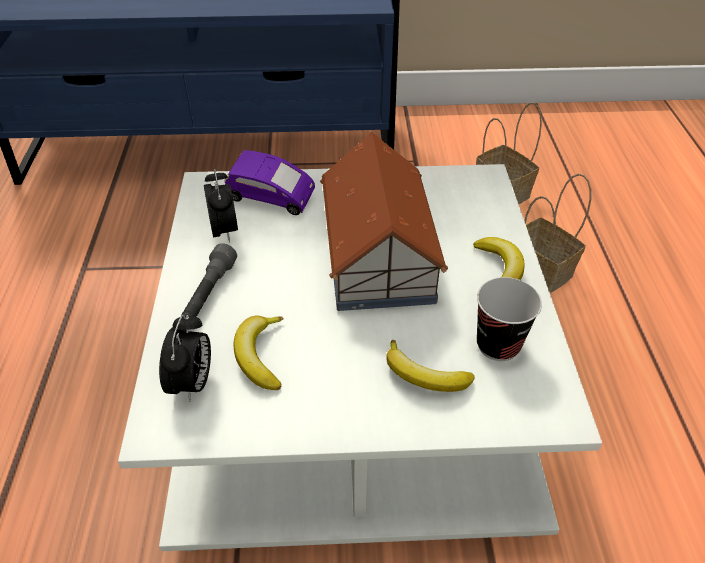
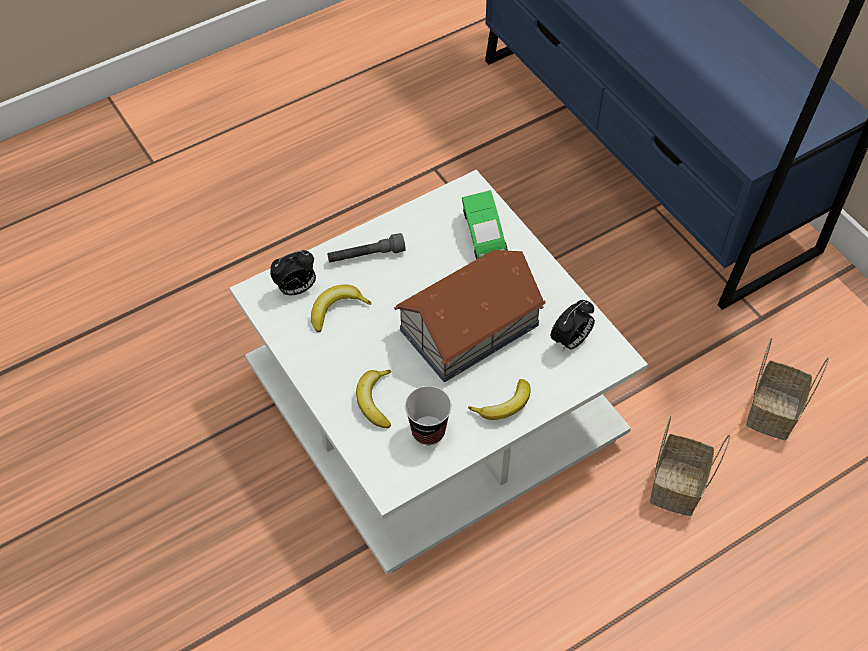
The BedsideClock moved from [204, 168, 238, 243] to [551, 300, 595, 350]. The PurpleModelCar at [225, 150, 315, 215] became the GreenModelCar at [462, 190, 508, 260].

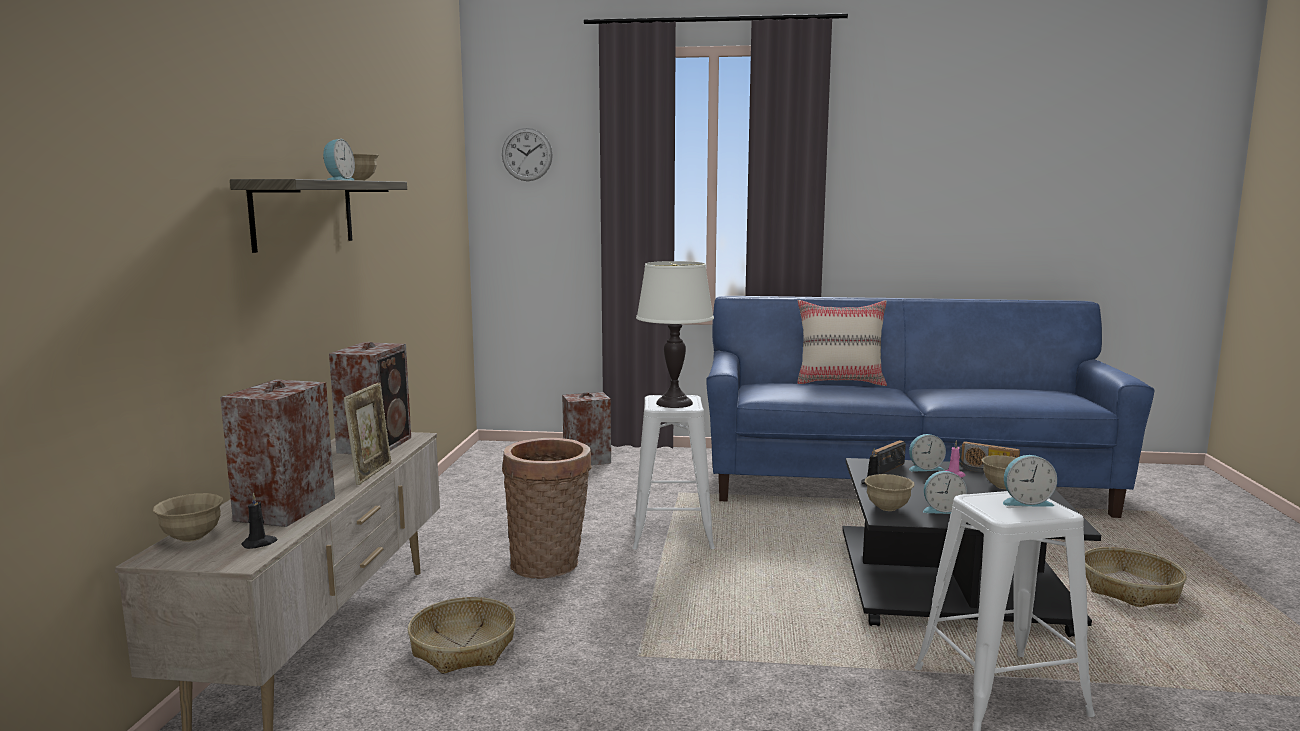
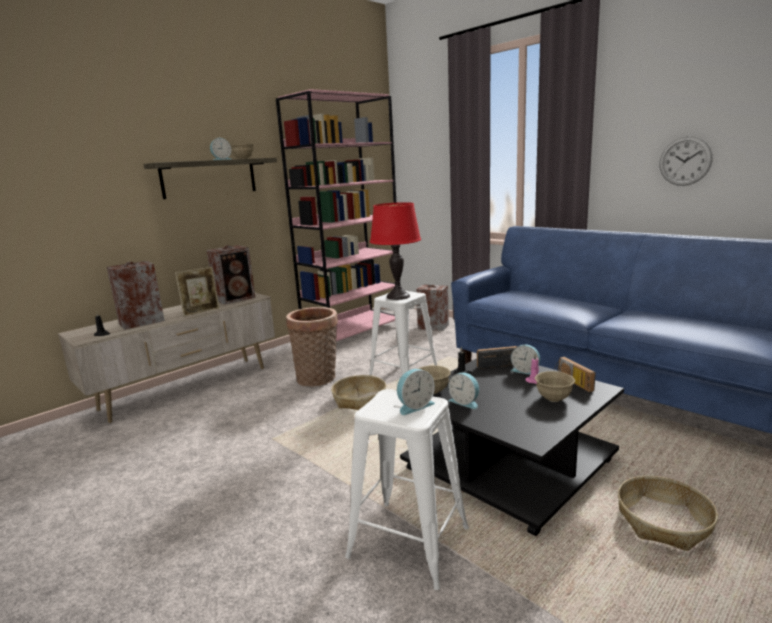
The BeigeBowl at [152, 493, 223, 542] disappeared. The StorageBasket moved from [408, 597, 516, 674] to [331, 375, 386, 410]. The ClockOnTheWall moved from [502, 128, 553, 181] to [659, 136, 713, 186]. The WhiteColouredTableLamp at [636, 261, 714, 408] became the ReddishTableLamp at [370, 202, 421, 300]. The BeigeThrowPillow at [797, 300, 887, 386] disappeared. The BedsideClock at [1003, 455, 1057, 506] turned 75 degrees counterclockwise. The PinkBookshelf at [276, 89, 396, 341] appeared.

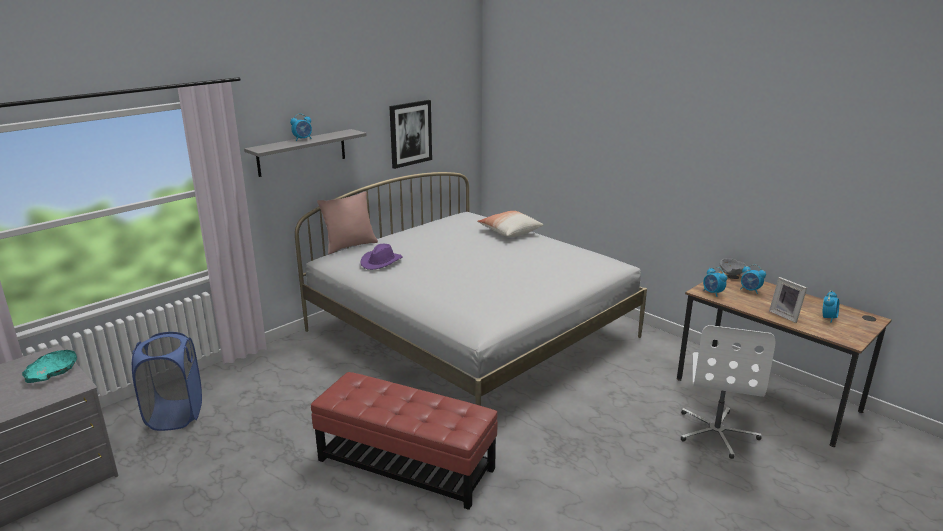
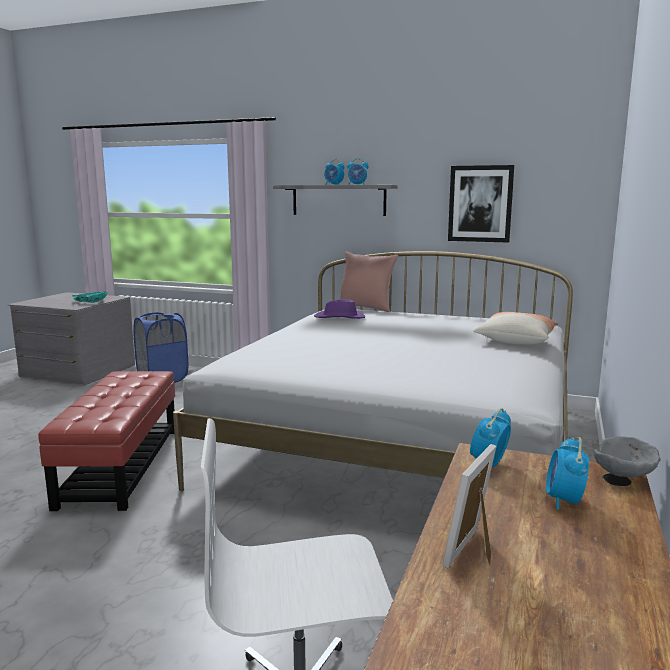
The BedsideClock moved from [823, 290, 839, 323] to [347, 158, 368, 185].

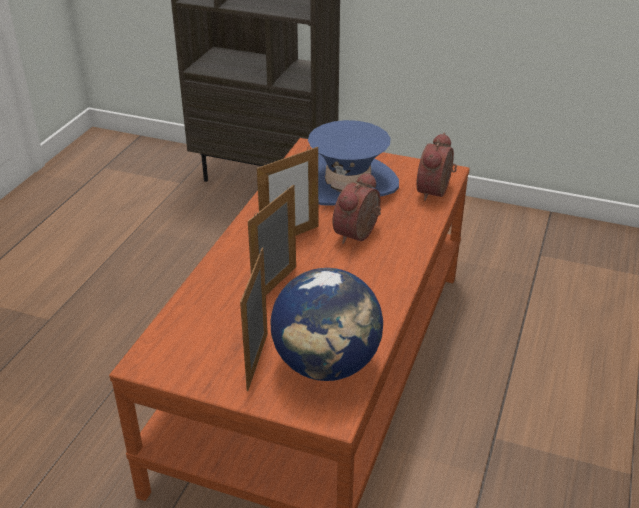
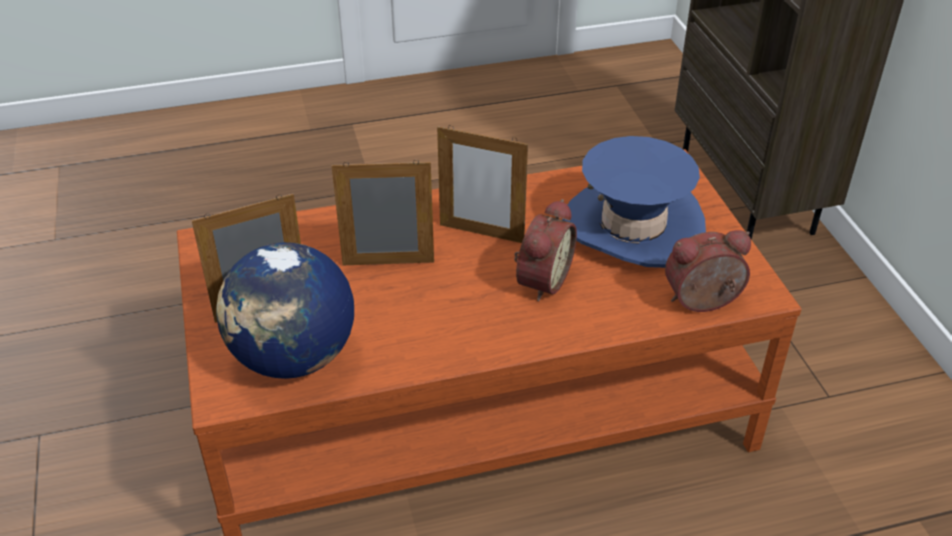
The BedsideClock at [333, 172, 381, 244] turned 120 degrees clockwise.

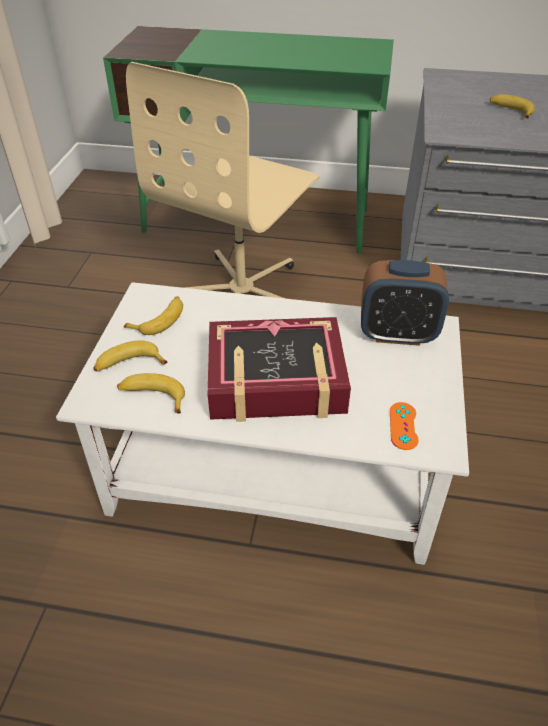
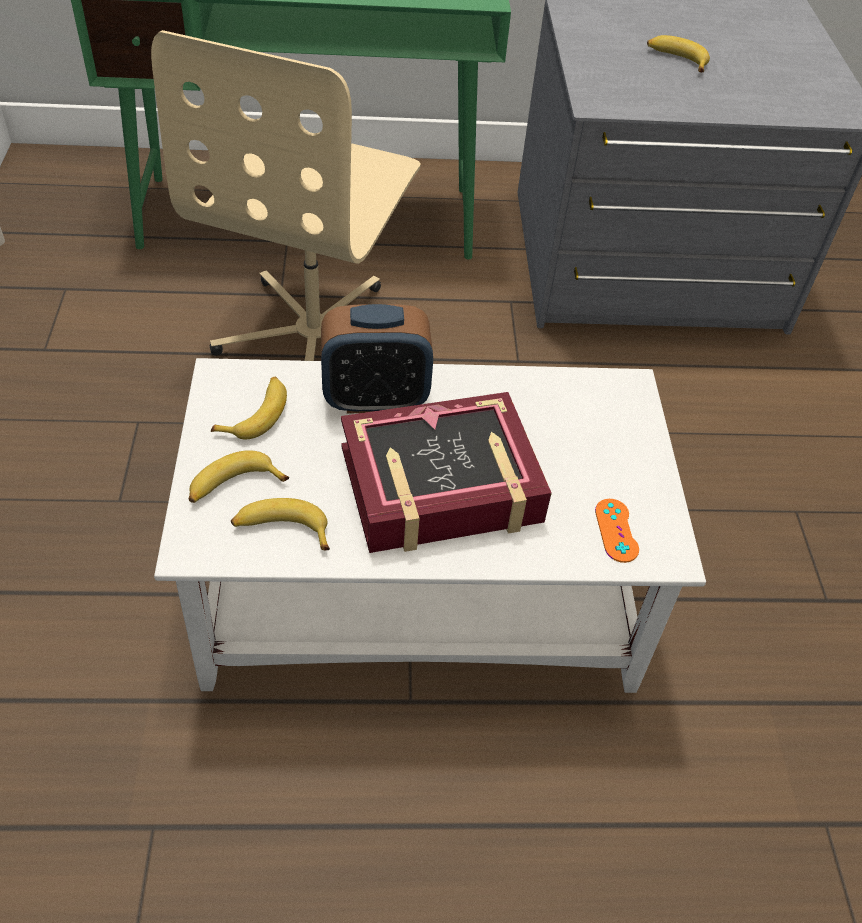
The BedsideClock moved from [361, 260, 449, 346] to [321, 304, 433, 413].

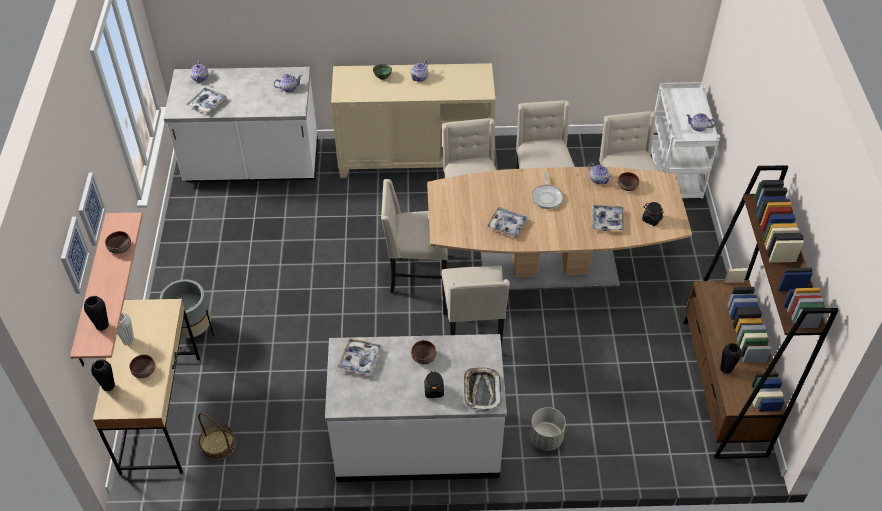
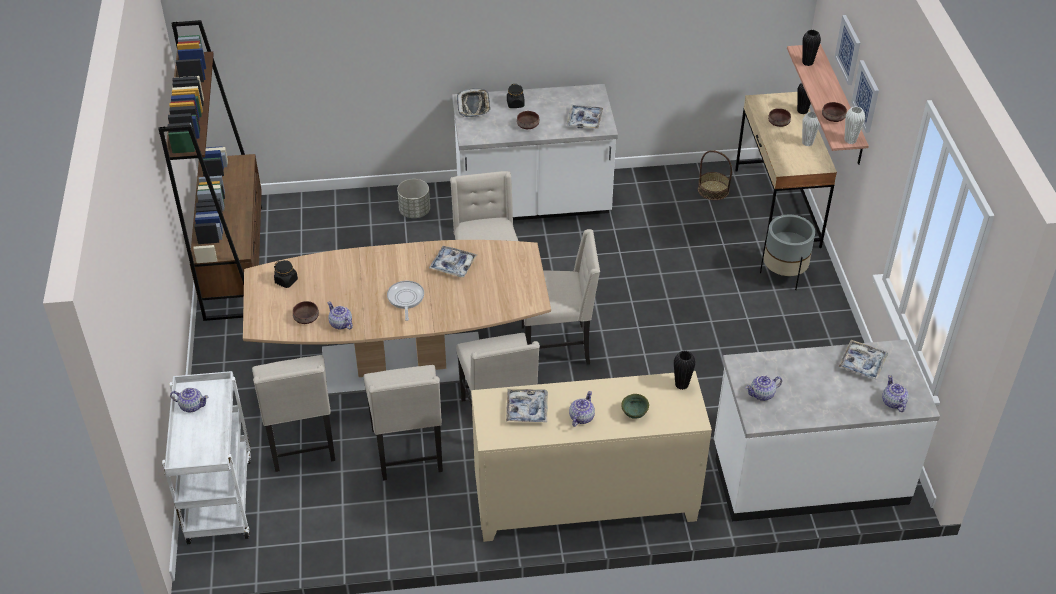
The ServingTray moved from [592, 205, 624, 231] to [506, 389, 548, 422]. The BlackishFlowerVase moved from [720, 343, 742, 374] to [674, 351, 695, 390]. The WhiteColouredFlowerVase at [845, 106, 865, 144] appeared.

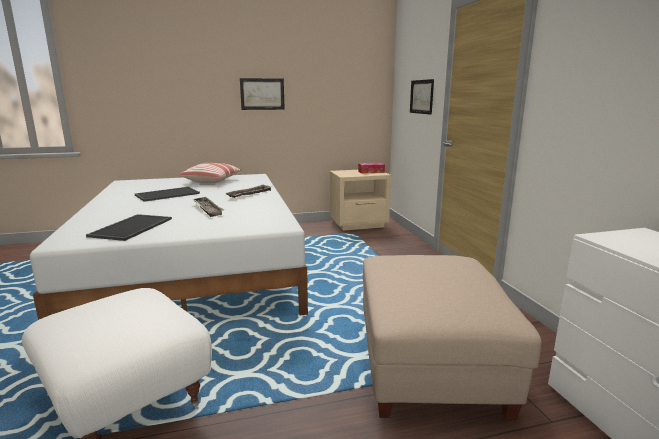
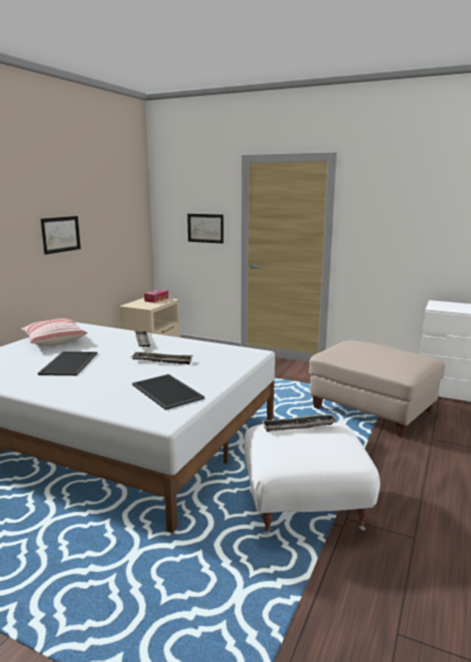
The ServingTray at [262, 414, 338, 432] appeared.

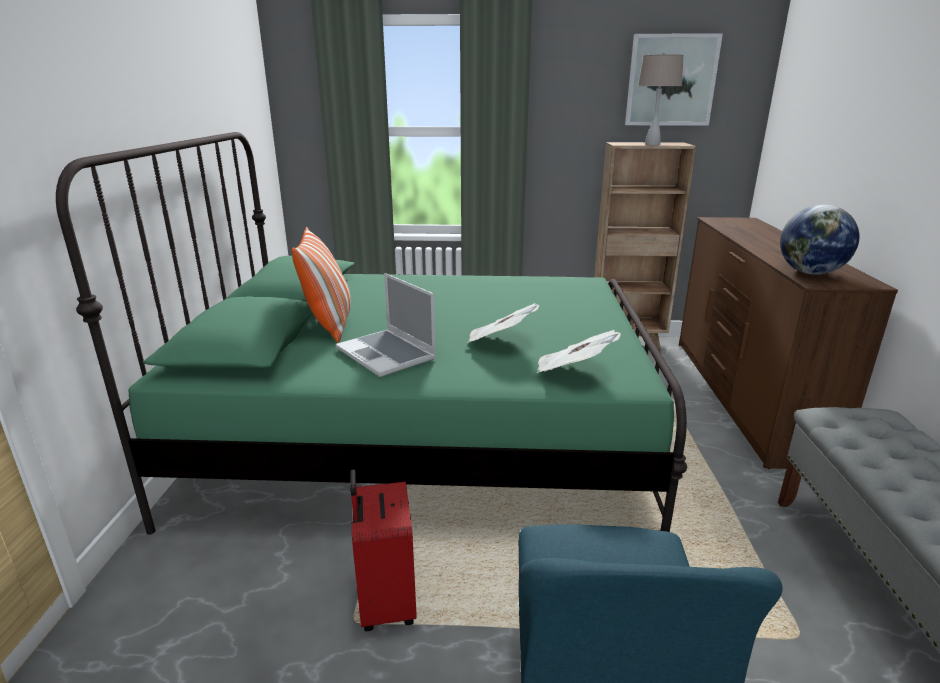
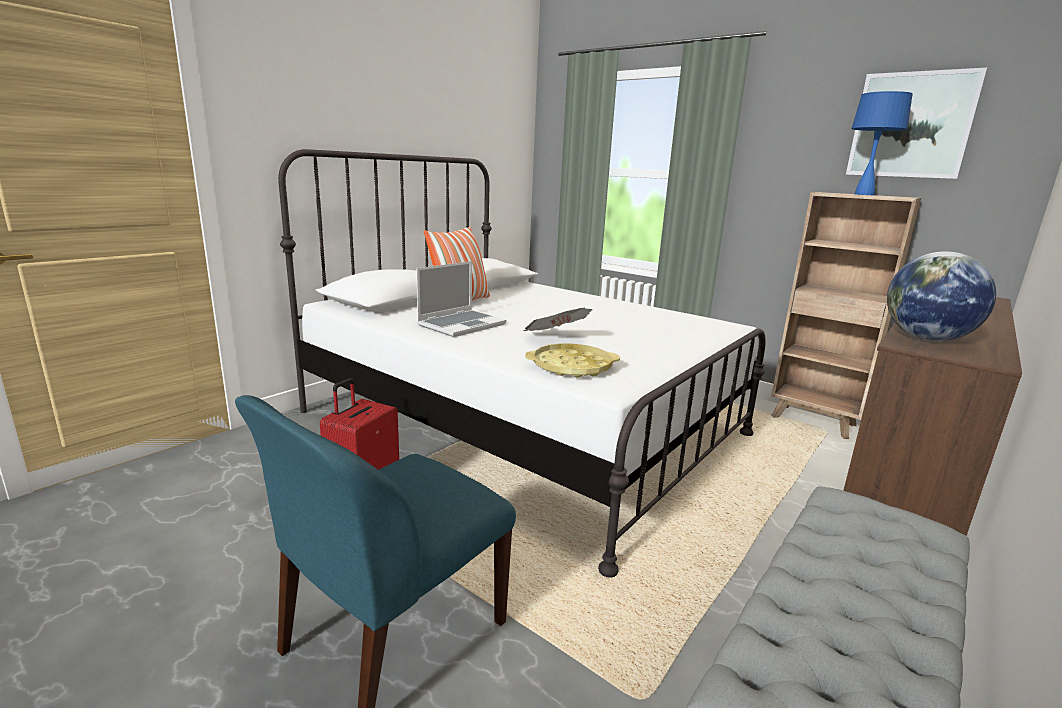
The GreenBedroomBed at [56, 132, 687, 535] became the WhiteColouredBedroomBed at [278, 149, 766, 577]. The Laptop at [336, 273, 436, 377] turned 135 degrees counterclockwise. The Newspaper at [536, 330, 621, 373] was replaced by the YellowishServingTray at [525, 343, 620, 378]. The BeigeTableLamp at [638, 53, 684, 145] became the BluishTableLamp at [851, 91, 913, 195].

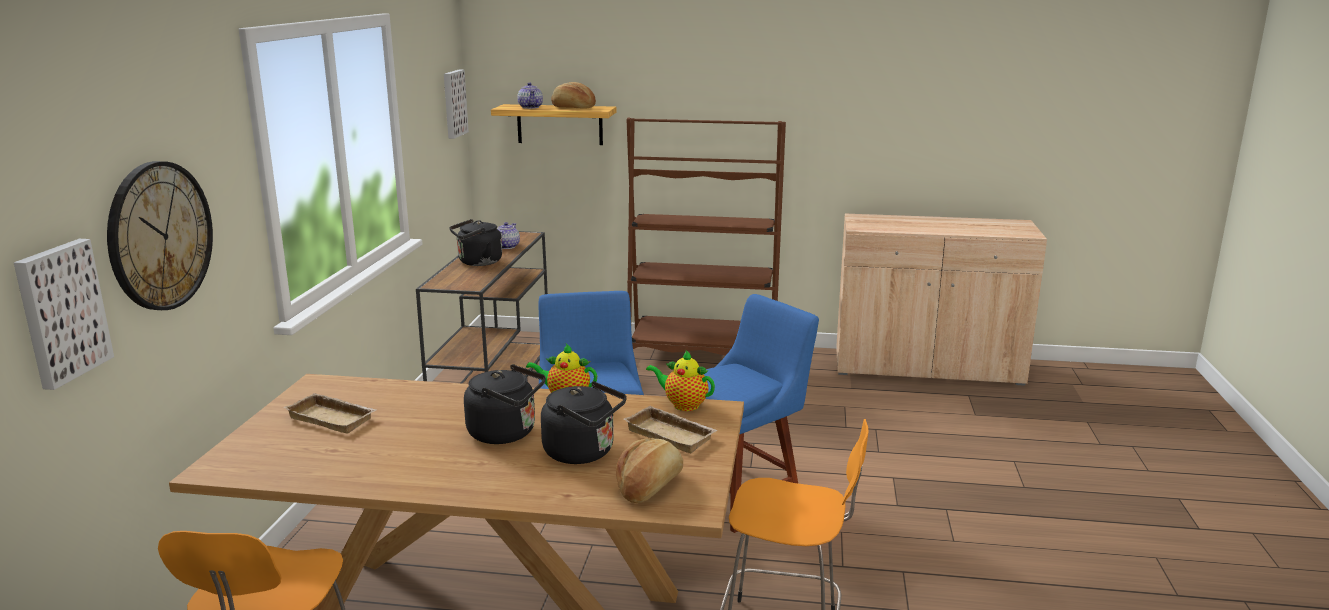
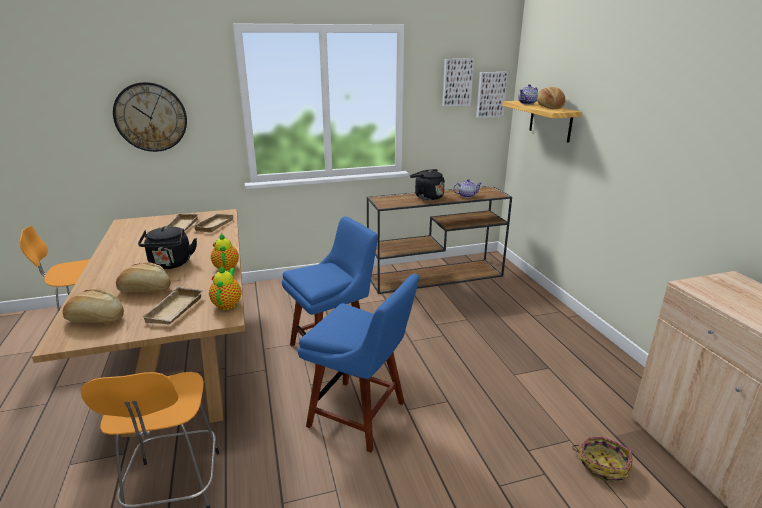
The WallPicture moved from [14, 239, 114, 390] to [442, 59, 474, 107]. The BlackishKettle at [541, 381, 627, 464] was replaced by the BakeryBread at [116, 262, 171, 292]. The BrownishBookshelf at [626, 118, 786, 355] disappeared. The BeigeServingTray at [193, 214, 233, 232] appeared. The StorageBasket at [572, 437, 632, 482] appeared.

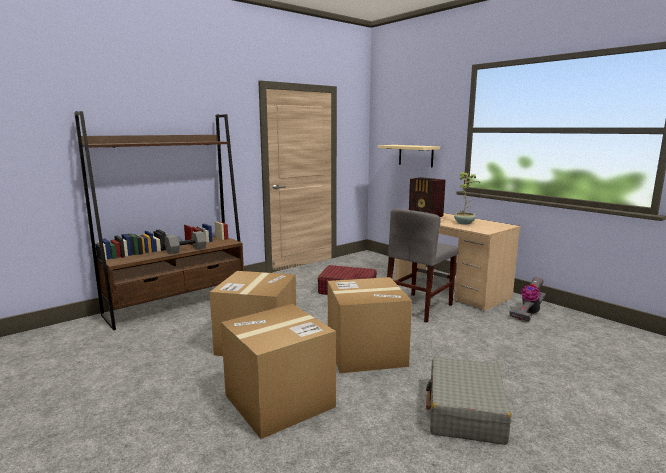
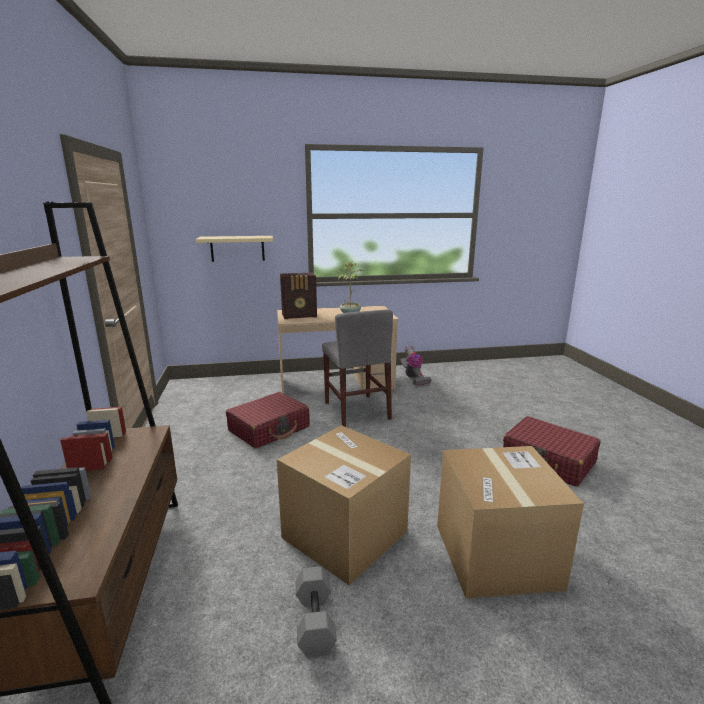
The GreyishDumbbell moved from [165, 231, 206, 254] to [296, 566, 337, 658]. The CardboardBox at [328, 277, 412, 373] disappeared. The GreyishTravelCase at [426, 357, 511, 445] became the ReddishTravelCase at [503, 416, 601, 487].

